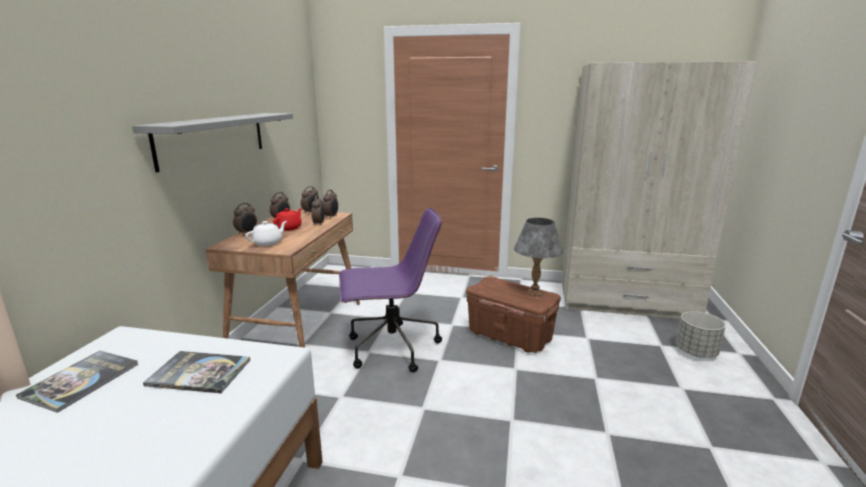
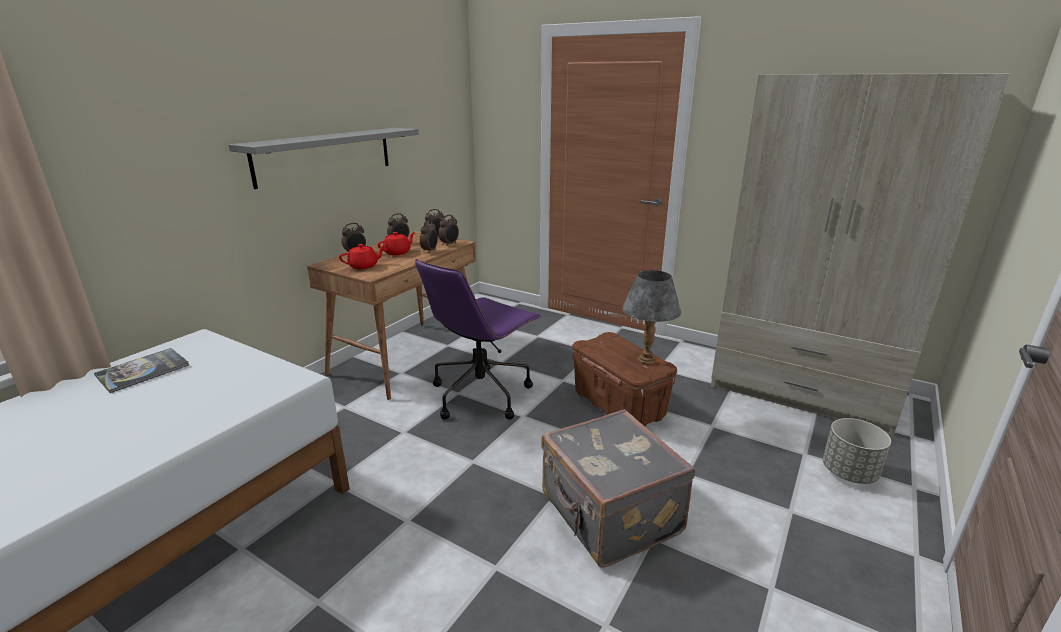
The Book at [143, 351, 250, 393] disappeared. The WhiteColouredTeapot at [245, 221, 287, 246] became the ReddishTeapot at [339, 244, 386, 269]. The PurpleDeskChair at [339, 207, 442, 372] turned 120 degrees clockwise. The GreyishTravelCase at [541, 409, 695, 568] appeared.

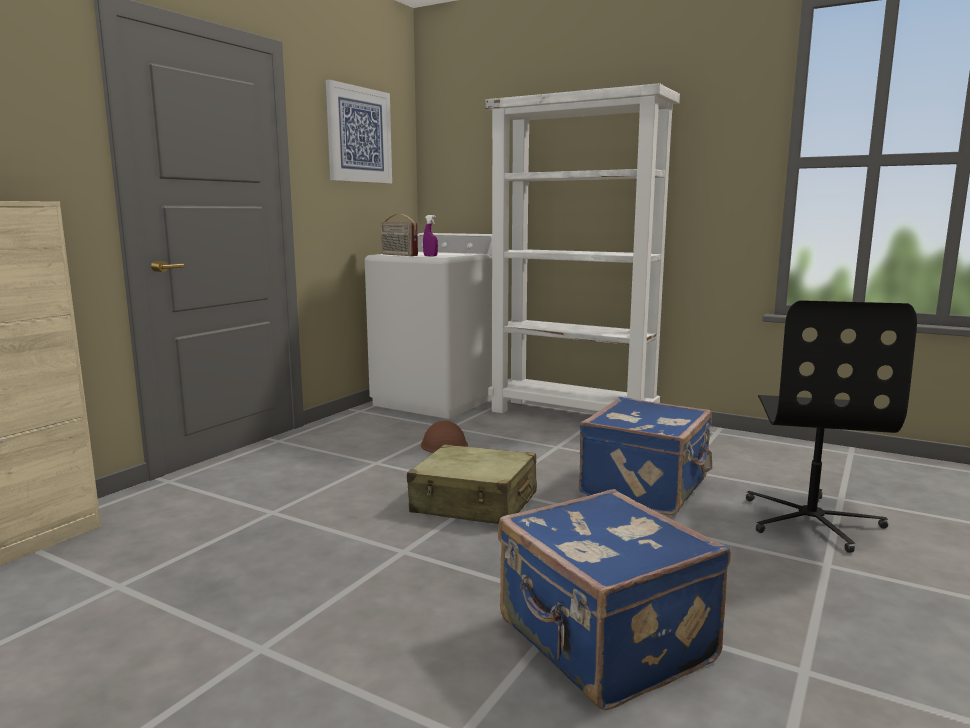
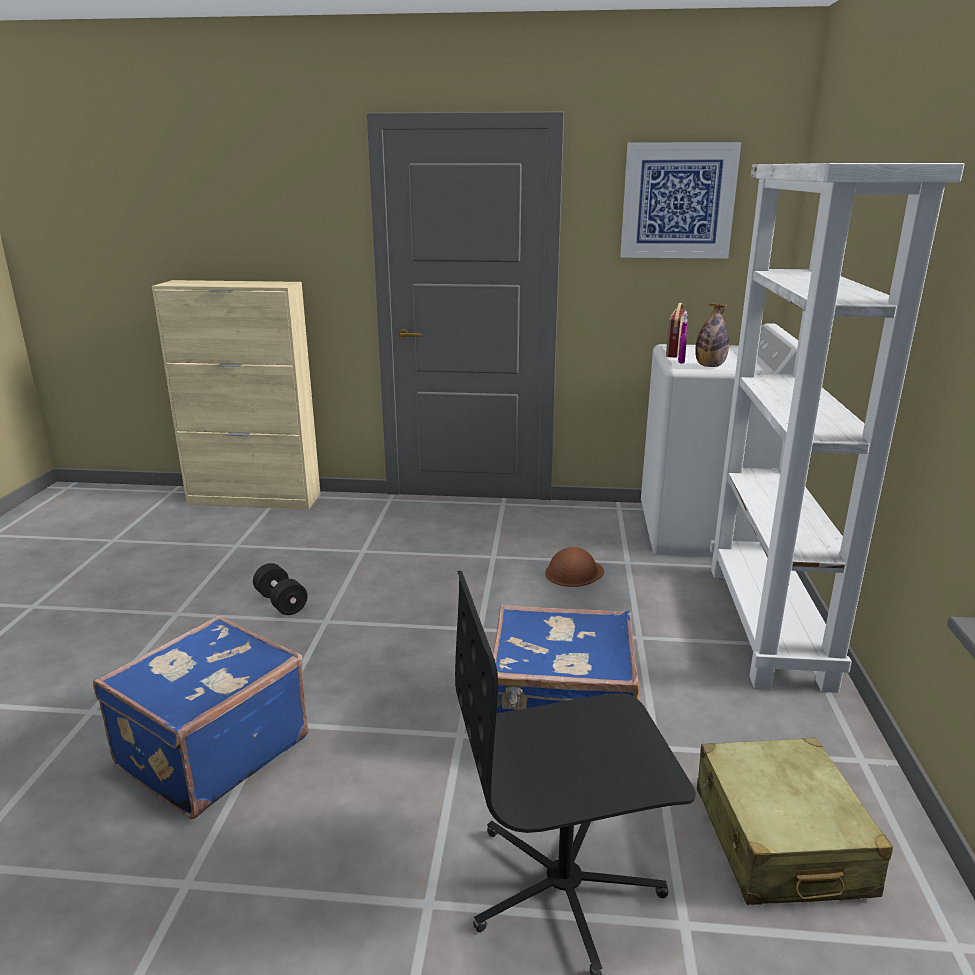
The BeigeTravelCase moved from [407, 444, 537, 524] to [697, 738, 893, 905]. The BlackishDumbbell at [253, 563, 308, 615] appeared. The Bottle at [695, 303, 729, 367] appeared.

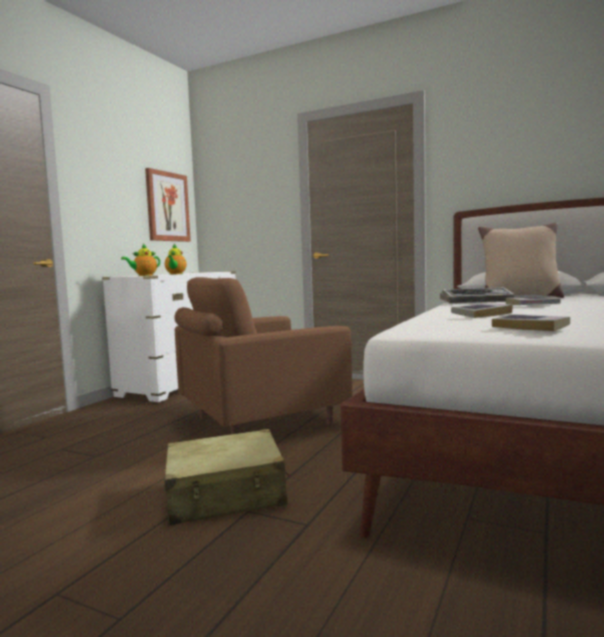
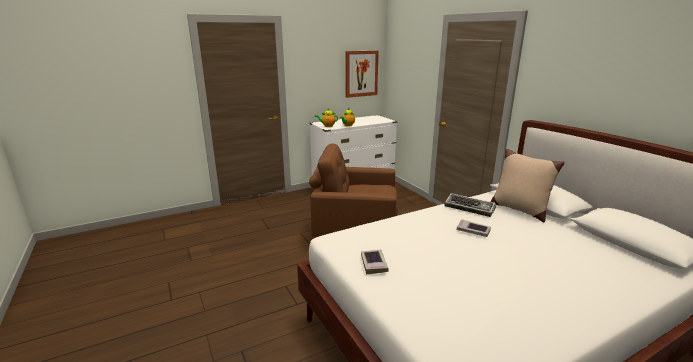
The BeigeTravelCase at [164, 429, 290, 525] disappeared. The Book at [451, 303, 513, 318] disappeared.

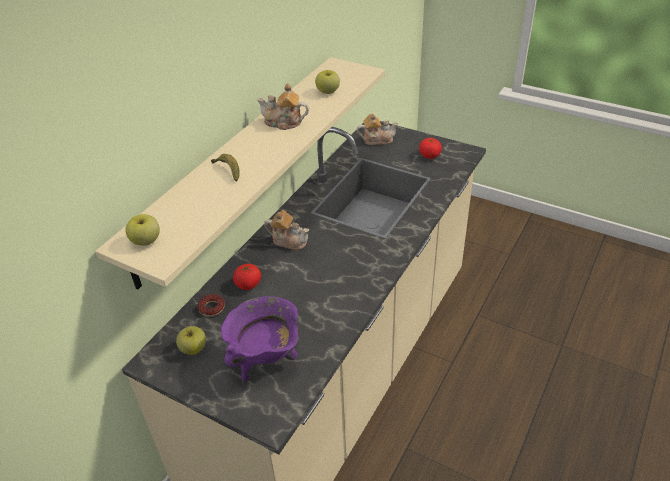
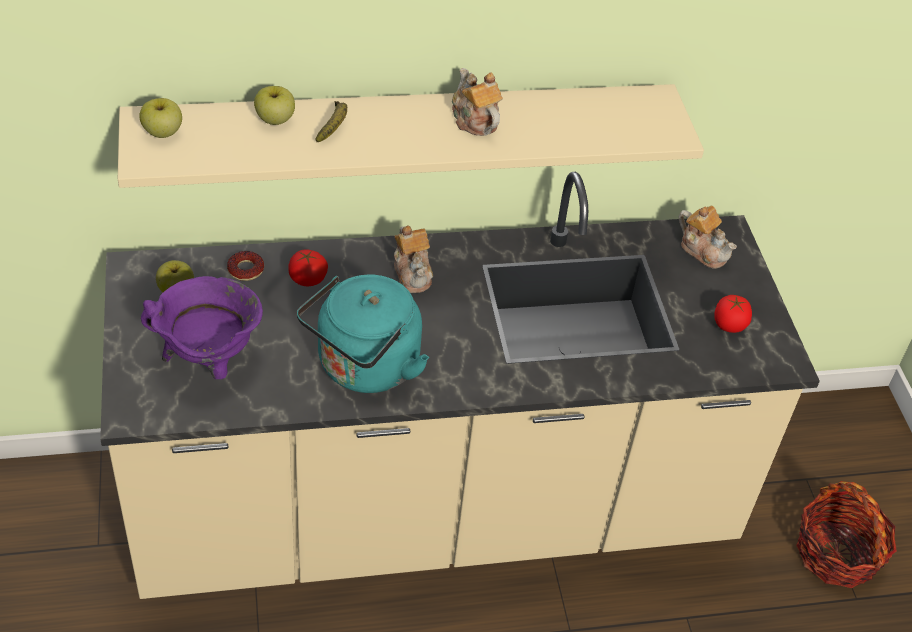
The Apple moved from [315, 70, 340, 94] to [254, 86, 295, 125]. The TurquoiseColouredKettle at [297, 275, 429, 393] appeared. The StorageBasket at [796, 481, 897, 588] appeared.

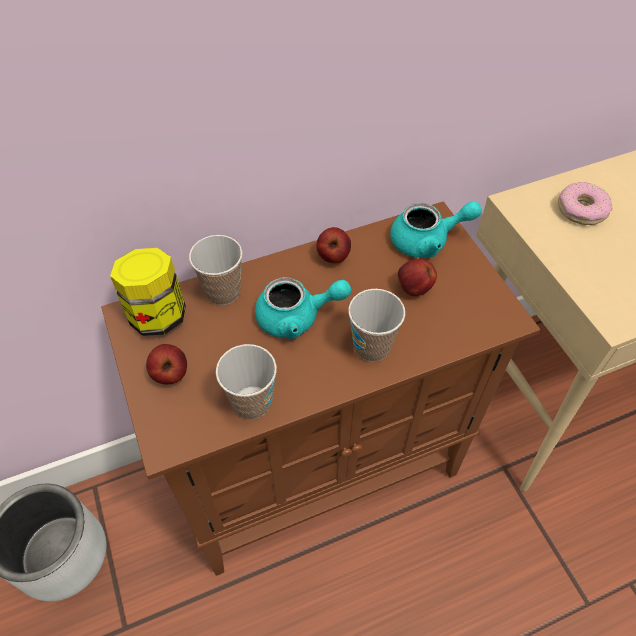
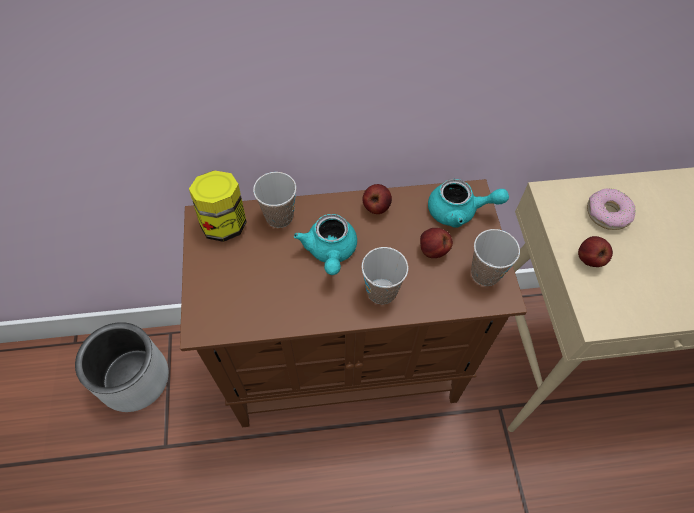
The Apple moved from [146, 344, 187, 384] to [578, 236, 613, 267]. The DrinkingCup moved from [216, 344, 277, 419] to [471, 229, 520, 286]. The TurquoiseColouredTeapot at [255, 277, 351, 339] turned 75 degrees clockwise.

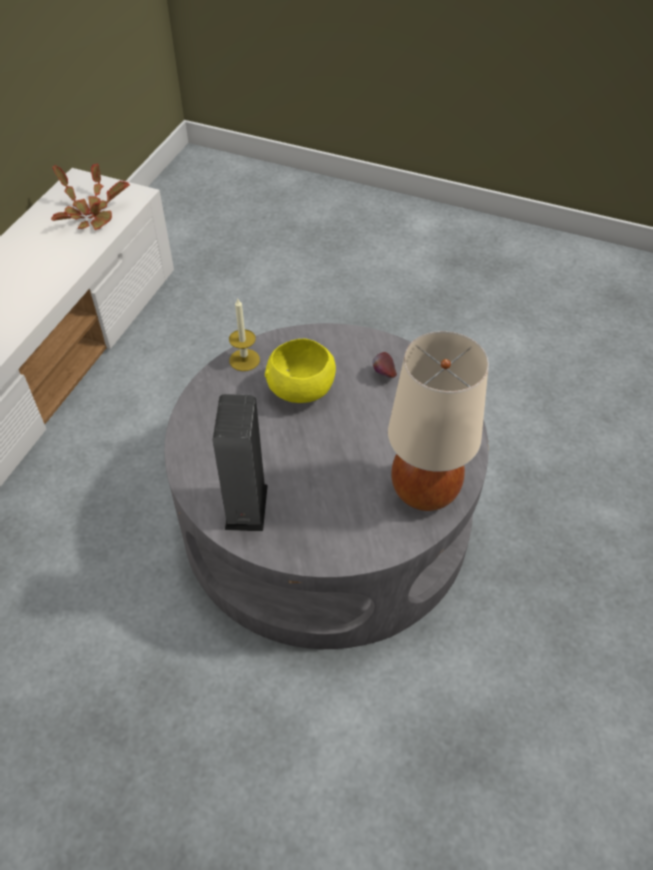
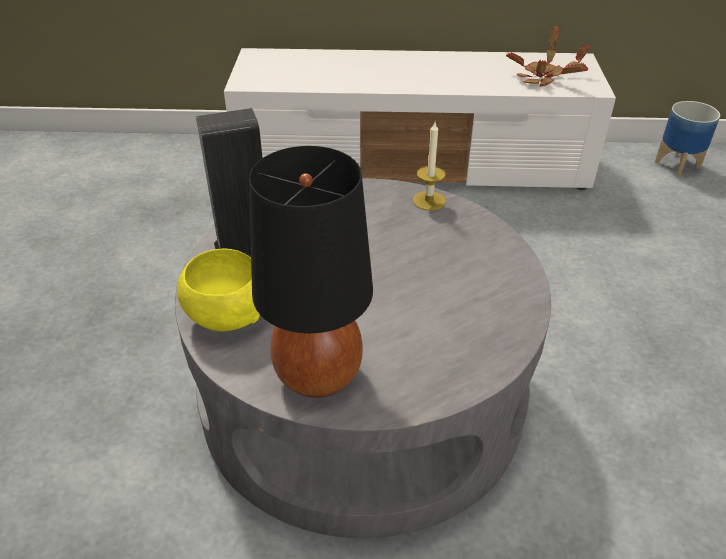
The YellowishBowl moved from [265, 339, 336, 403] to [177, 249, 260, 331]. The Apple at [372, 352, 397, 378] disappeared. The BeigeTableLamp at [388, 331, 489, 511] became the BlackishTableLamp at [249, 146, 373, 398]. The PlantPot at [655, 101, 720, 176] appeared.

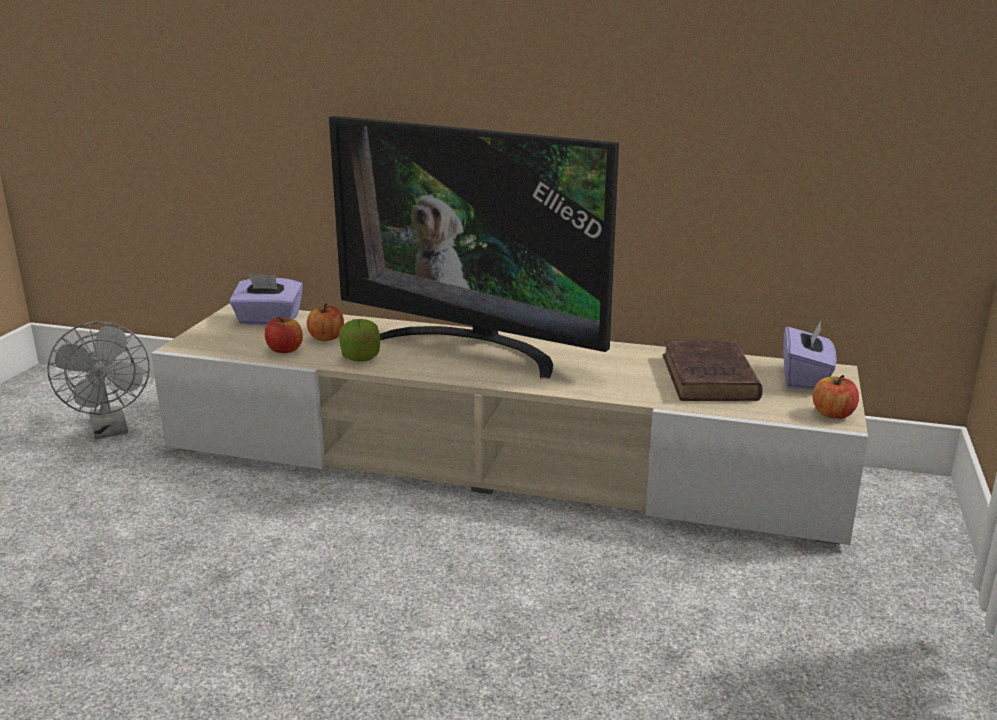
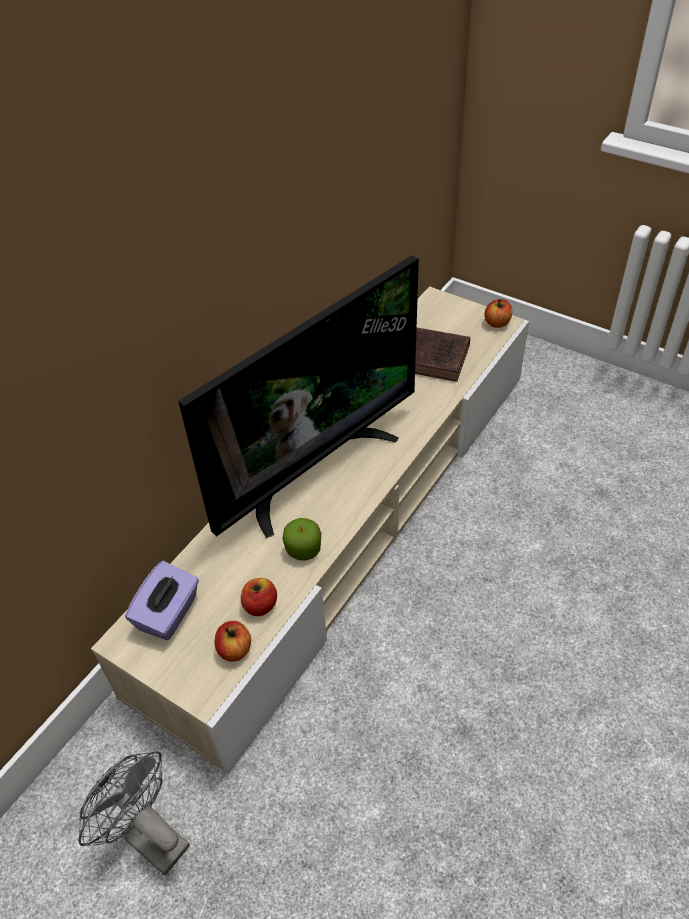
The GreyishElectricFan at [47, 321, 150, 439] turned 135 degrees counterclockwise. The Apple moved from [307, 303, 344, 341] to [215, 621, 251, 662]. The PurpleTissueBox at [783, 321, 837, 390] disappeared.

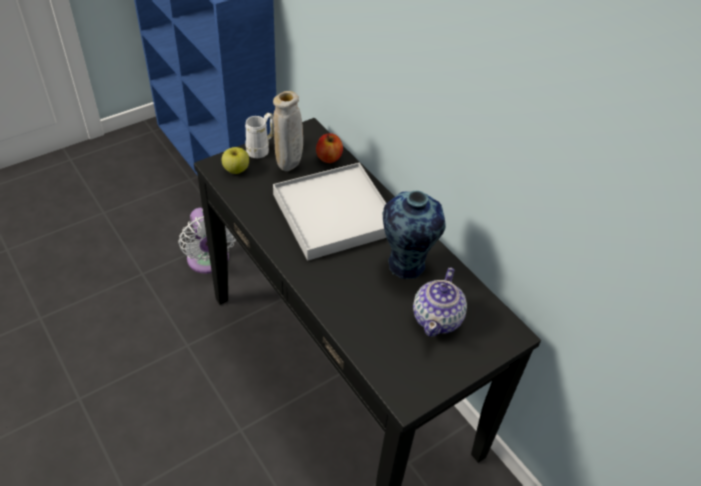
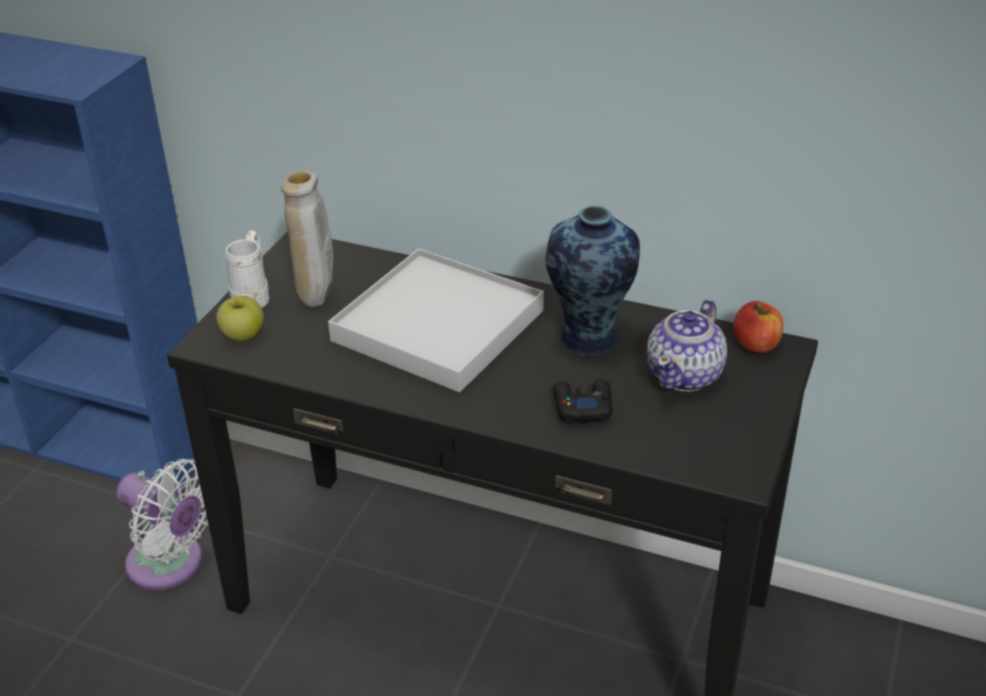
The Apple moved from [316, 133, 343, 163] to [734, 301, 784, 353]. The Teapot at [413, 267, 467, 337] turned 45 degrees clockwise. The BlackishGameController at [553, 380, 613, 423] appeared.

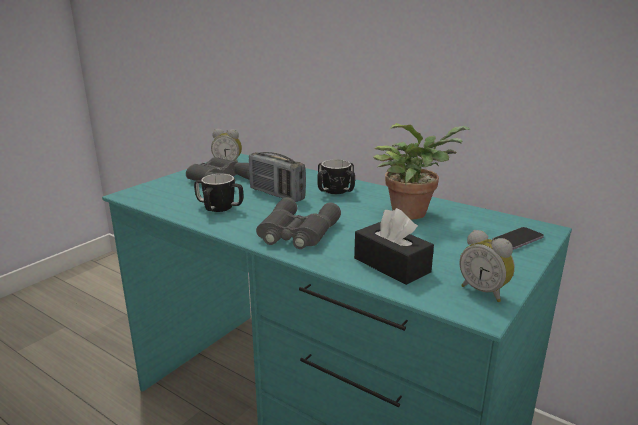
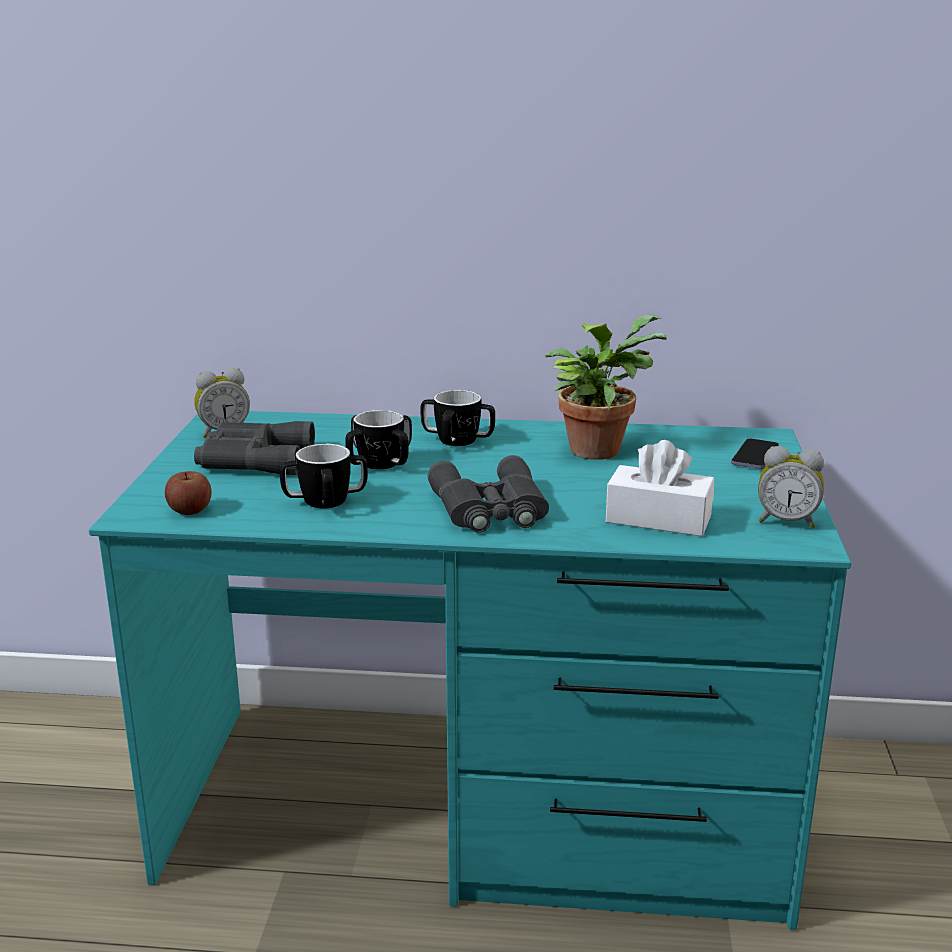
The Radio at [249, 152, 306, 202] was replaced by the CoffeeMug at [345, 410, 412, 469]. The BlackishTissueBox at [354, 208, 434, 285] became the WhiteColouredTissueBox at [606, 440, 714, 536]. The Apple at [165, 471, 211, 515] appeared.

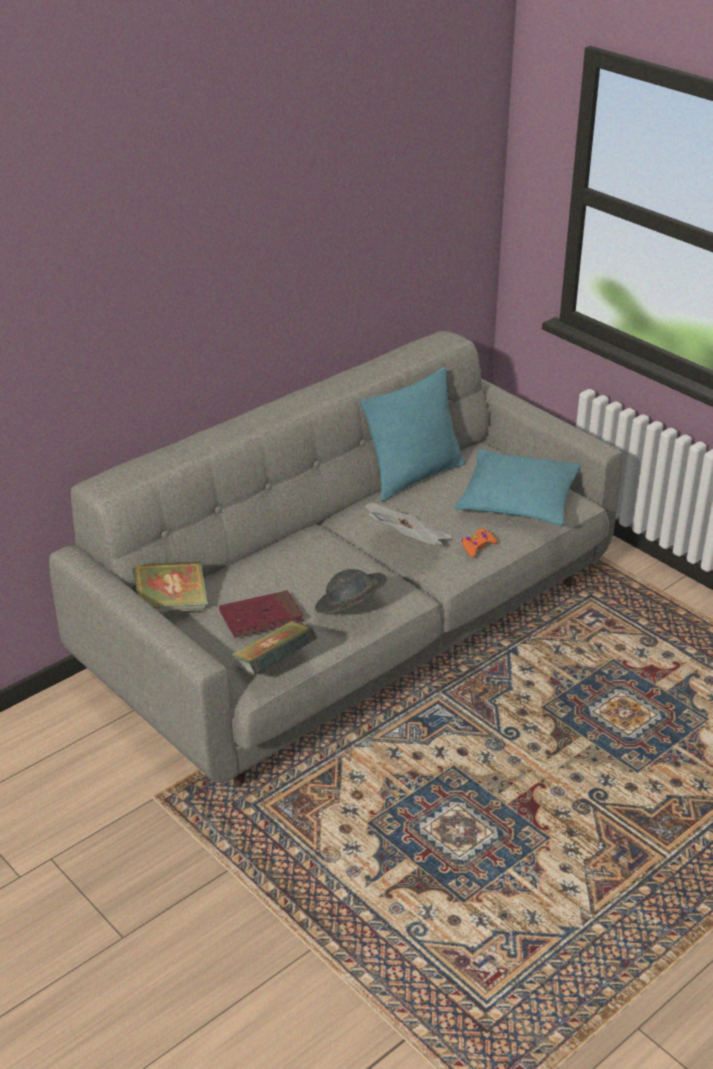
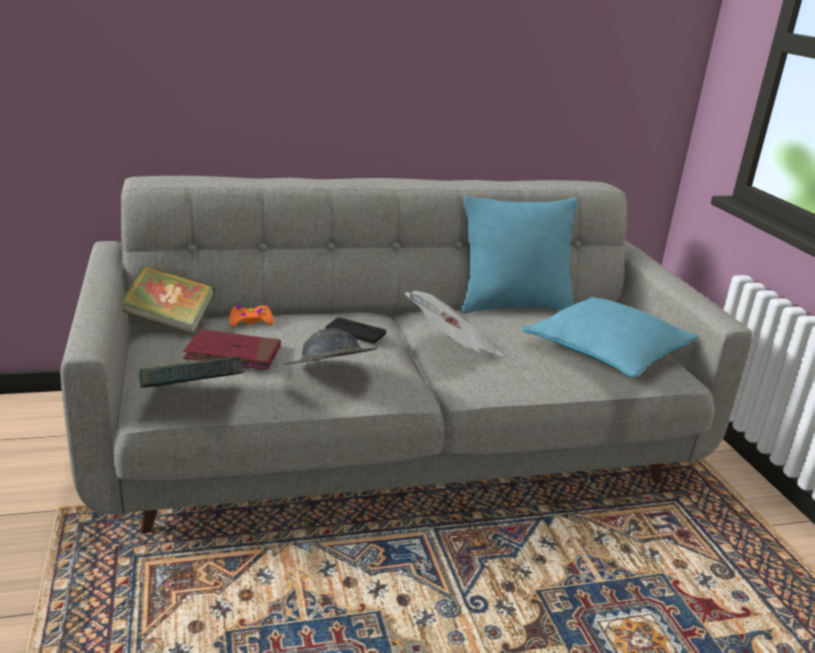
The OrangeGameController moved from [461, 528, 497, 557] to [229, 306, 274, 327]. The BlackishGameController at [326, 317, 386, 343] appeared.

